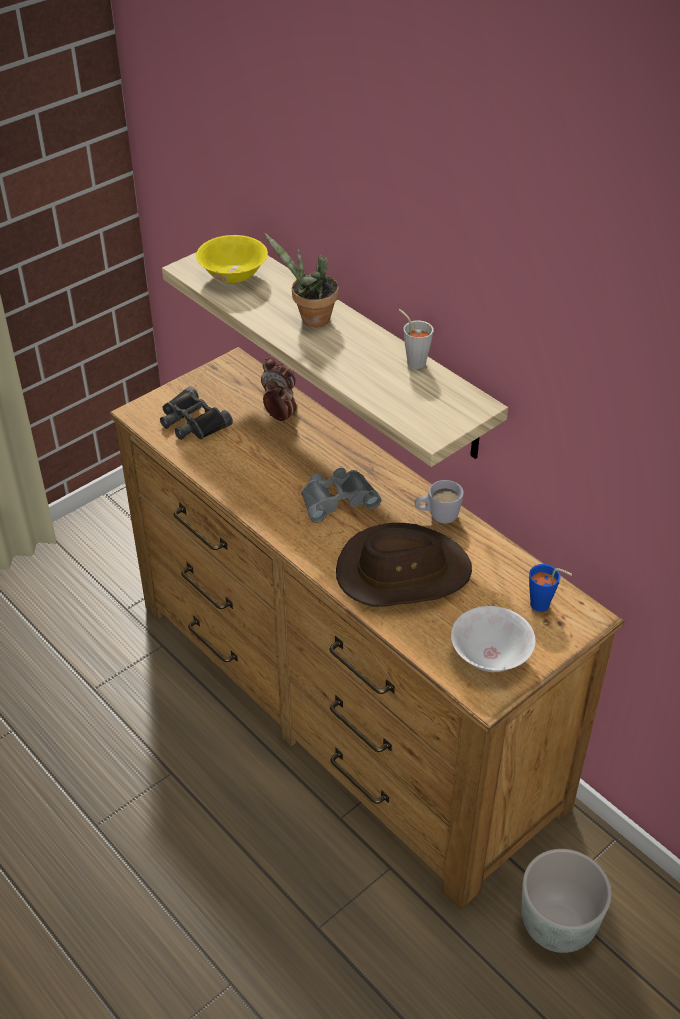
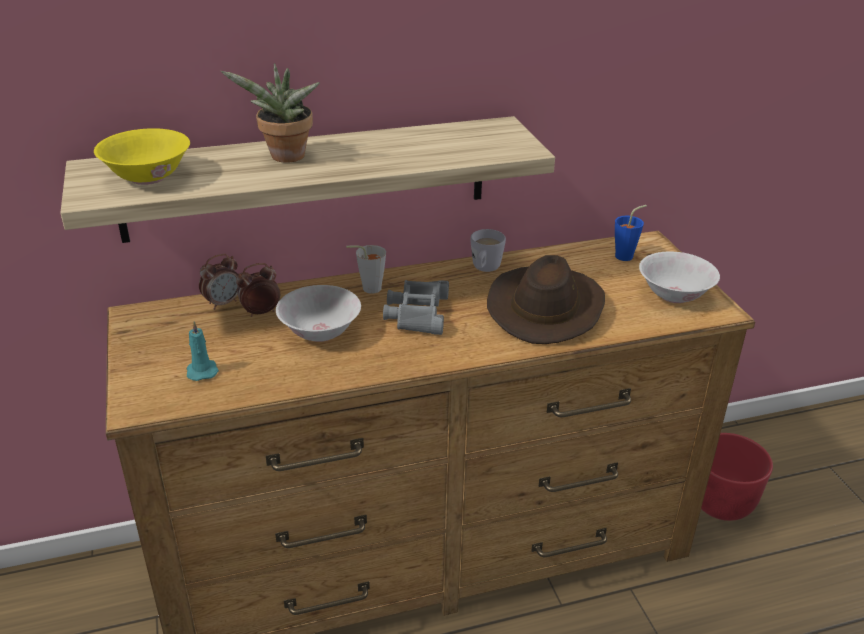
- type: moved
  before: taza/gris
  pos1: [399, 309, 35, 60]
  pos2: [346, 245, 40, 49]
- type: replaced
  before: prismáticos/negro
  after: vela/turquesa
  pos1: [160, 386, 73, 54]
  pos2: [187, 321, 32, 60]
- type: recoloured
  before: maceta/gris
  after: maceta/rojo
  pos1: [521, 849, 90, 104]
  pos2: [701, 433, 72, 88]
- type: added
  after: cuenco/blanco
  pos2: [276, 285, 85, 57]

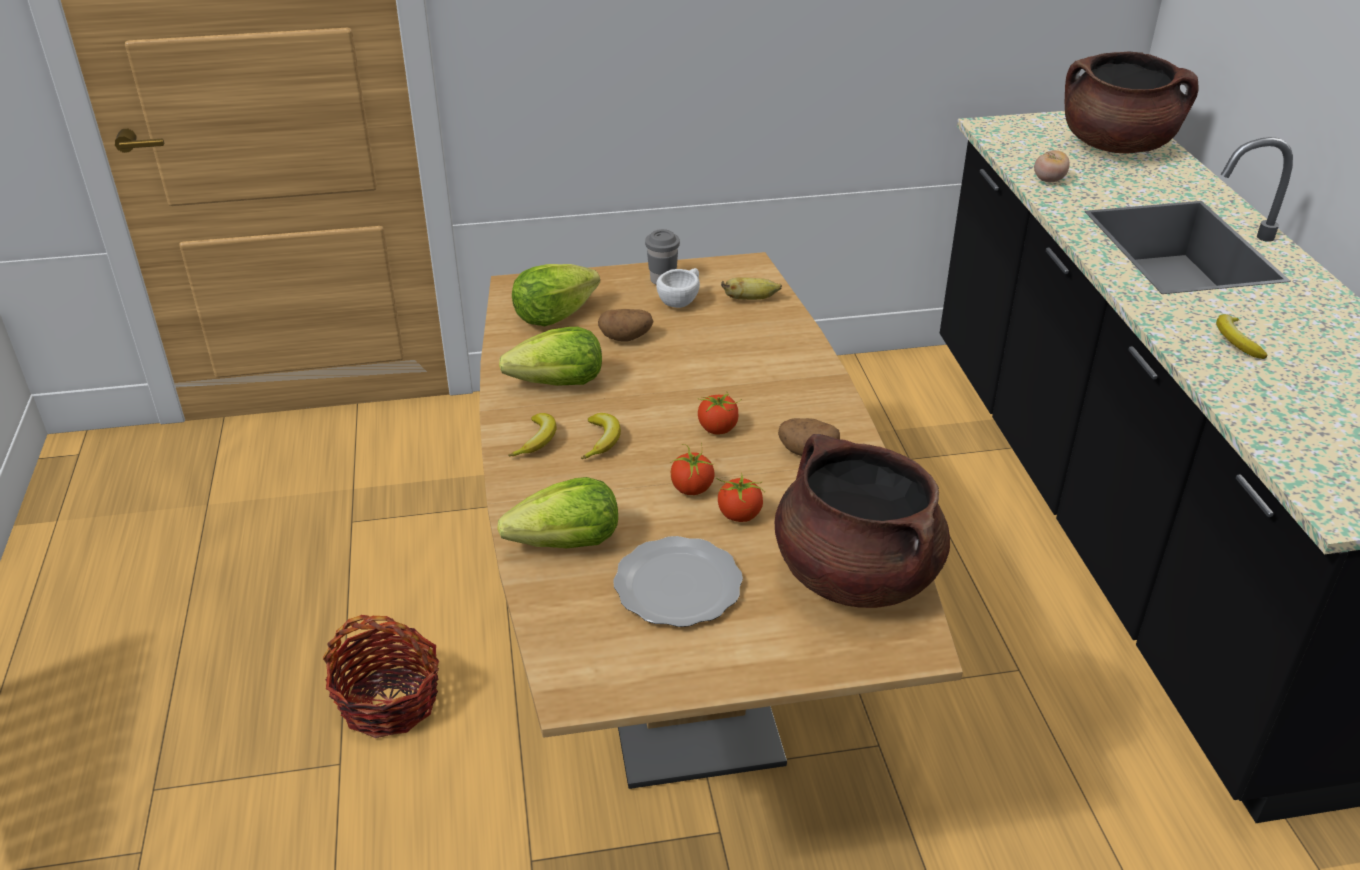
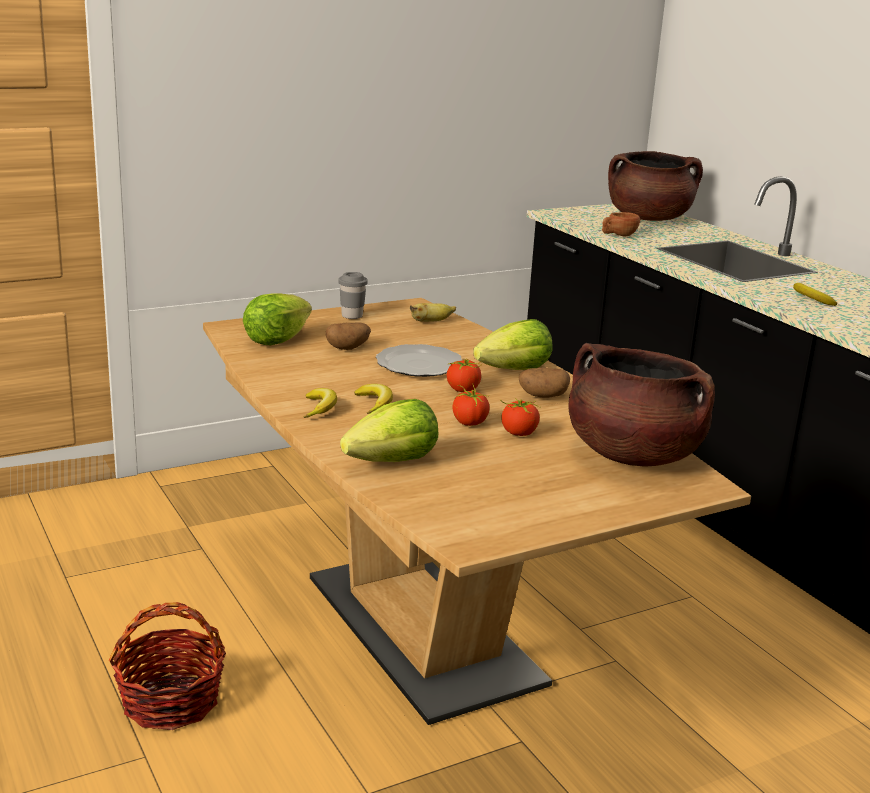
- type: replaced
  before: tomate
  after: taza/marrón
  pos1: [1034, 150, 36, 32]
  pos2: [602, 212, 38, 24]
- type: removed
  before: taza/blanco
  pos1: [656, 268, 44, 40]
- type: moved
  before: lechuga
  pos1: [499, 327, 103, 59]
  pos2: [473, 319, 79, 51]
- type: moved
  before: plato
  pos1: [613, 536, 130, 91]
  pos2: [376, 344, 86, 33]

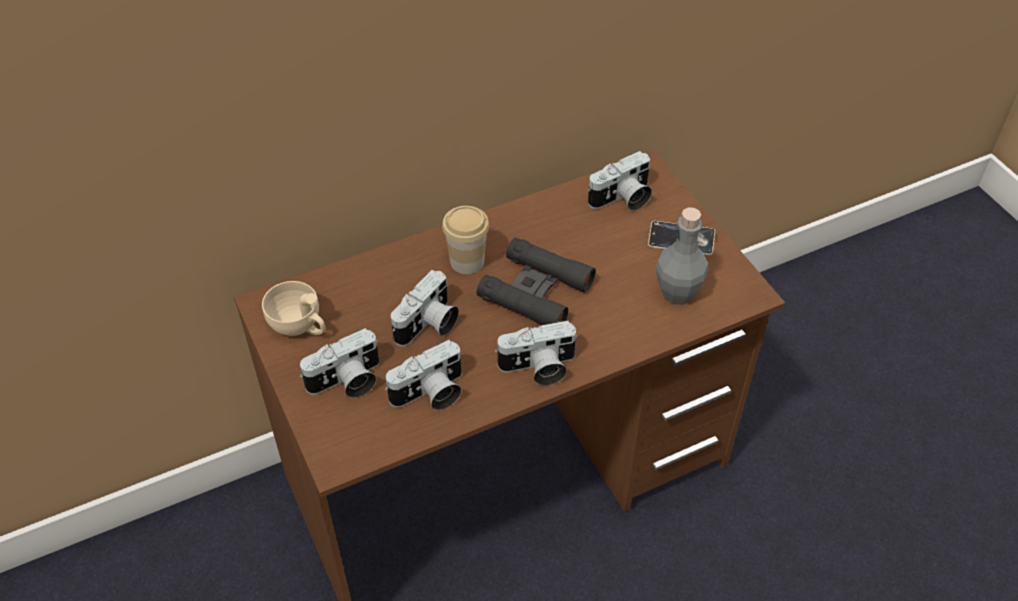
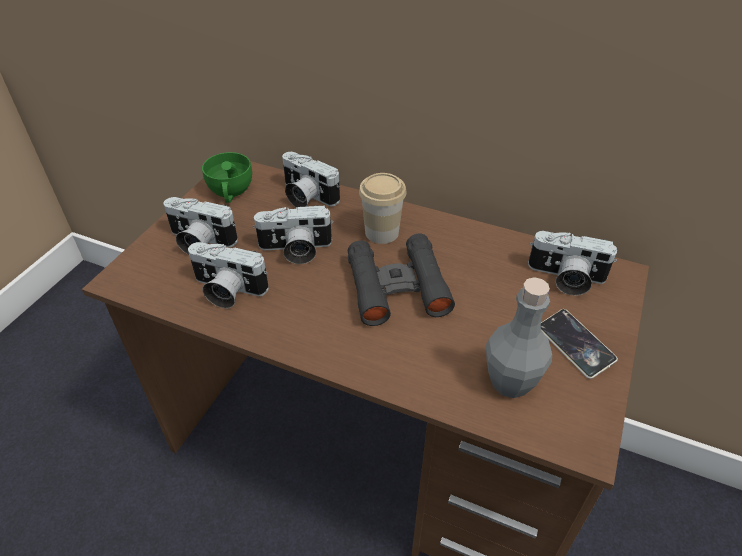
- type: recoloured
  before: taza/beis
  after: taza/verde
  pos1: [262, 281, 63, 55]
  pos2: [202, 152, 50, 51]
- type: moved
  before: cámara
  pos1: [495, 321, 83, 65]
  pos2: [282, 152, 58, 55]

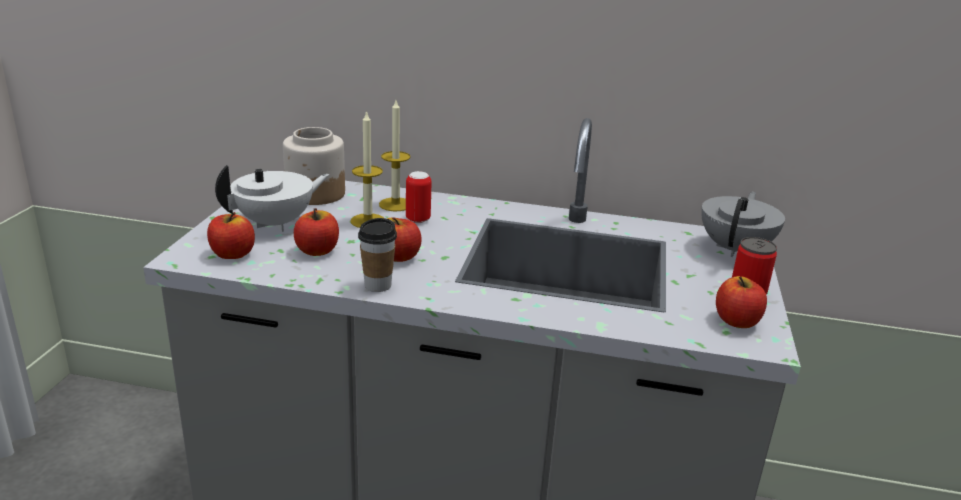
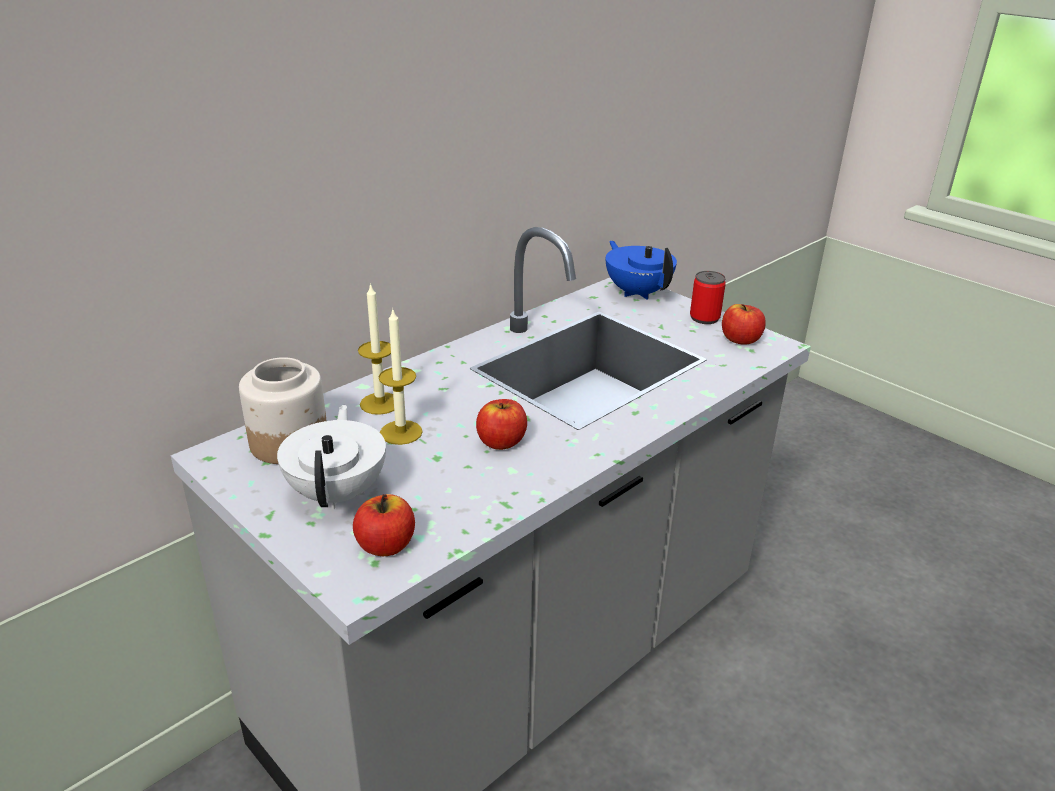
- type: removed
  before: lata
  pos1: [406, 171, 26, 52]
- type: recoloured
  before: tetera/gris
  after: tetera/azul
  pos1: [701, 192, 84, 65]
  pos2: [606, 241, 71, 59]
- type: removed
  before: manzana
  pos1: [294, 208, 45, 48]
- type: removed
  before: taza
  pos1: [358, 218, 39, 74]

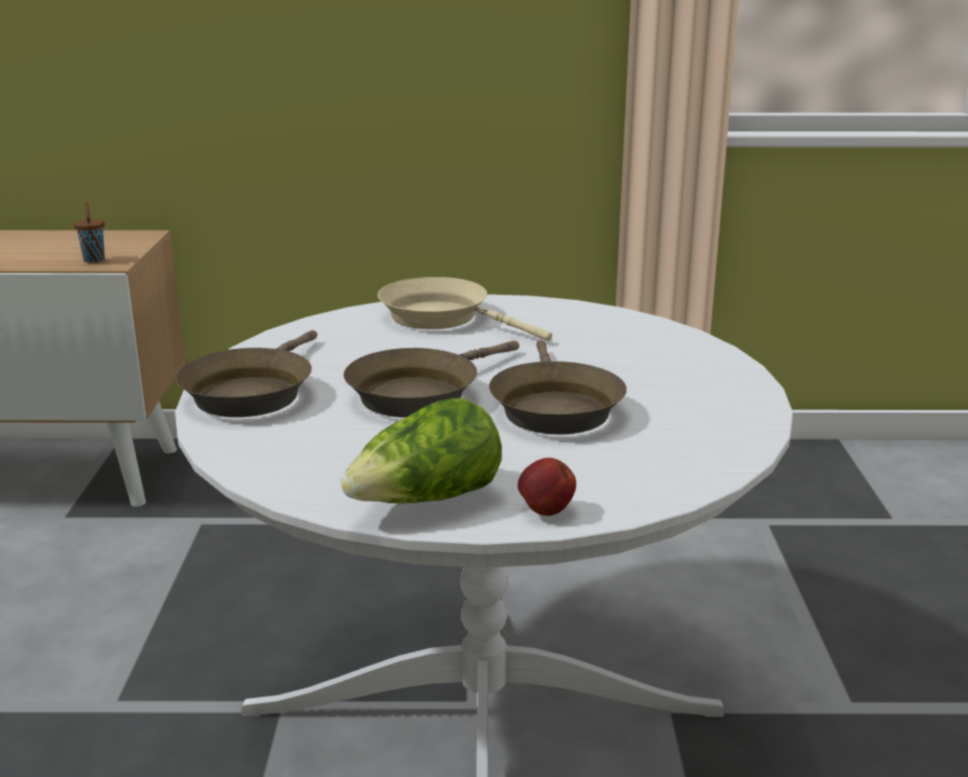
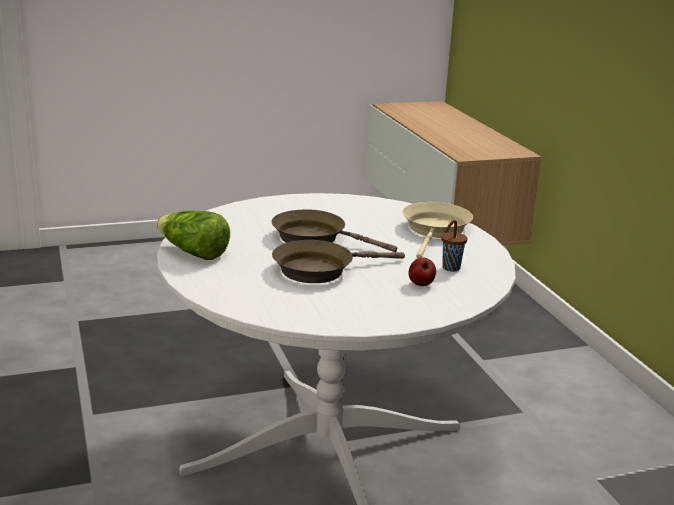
- type: moved
  before: taza/marrón
  pos1: [74, 202, 31, 61]
  pos2: [441, 220, 26, 52]
- type: removed
  before: sartén/marrón
  pos1: [176, 330, 141, 87]
- type: moved
  before: manzana
  pos1: [518, 458, 58, 58]
  pos2: [409, 258, 27, 28]

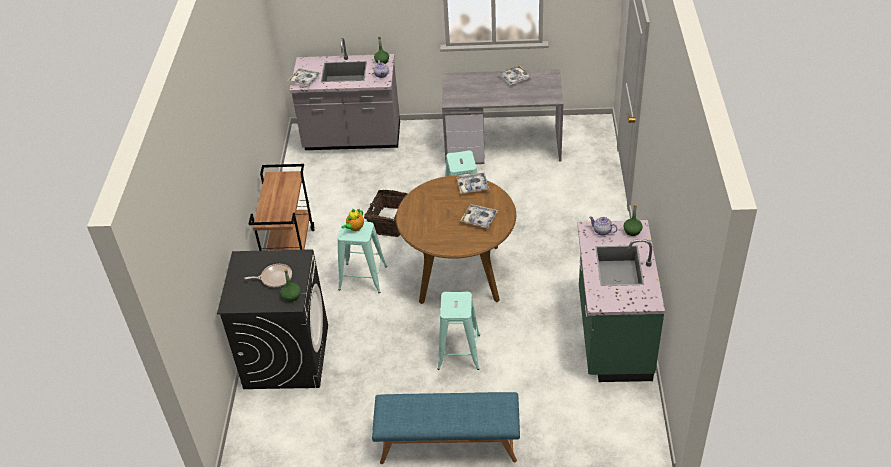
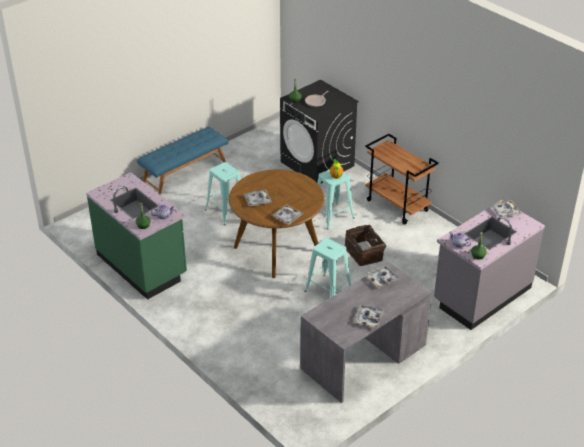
- type: added
  after: bandeja
  pos2: [365, 265, 35, 23]

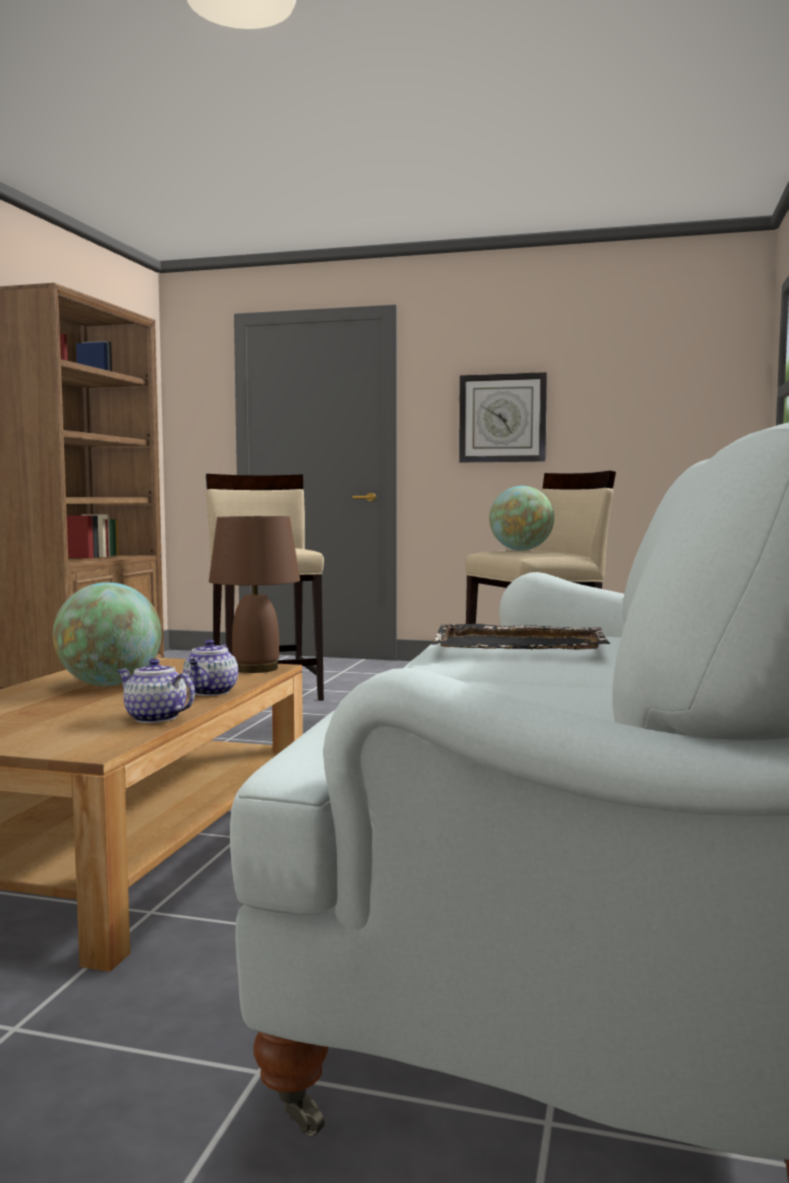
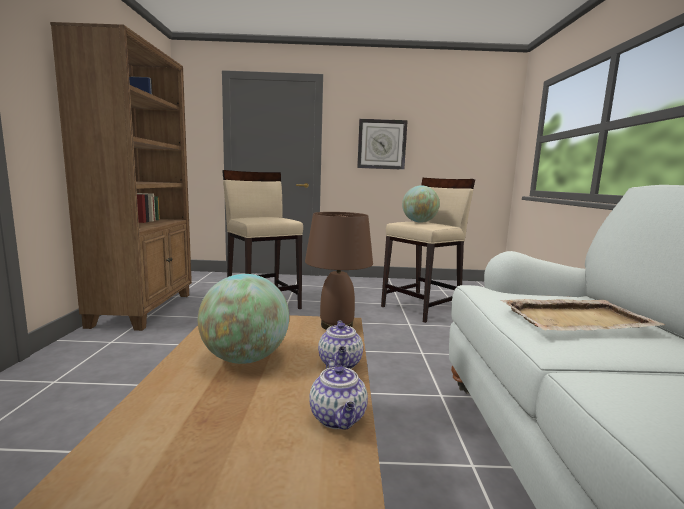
- type: recoloured
  before: bandeja/negro
  after: bandeja/beis
  pos1: [431, 624, 179, 26]
  pos2: [501, 299, 164, 32]
- type: turned
  before: tetera
  pos1: [117, 658, 78, 65]
  pos2: [309, 359, 59, 71]
  turn: -120

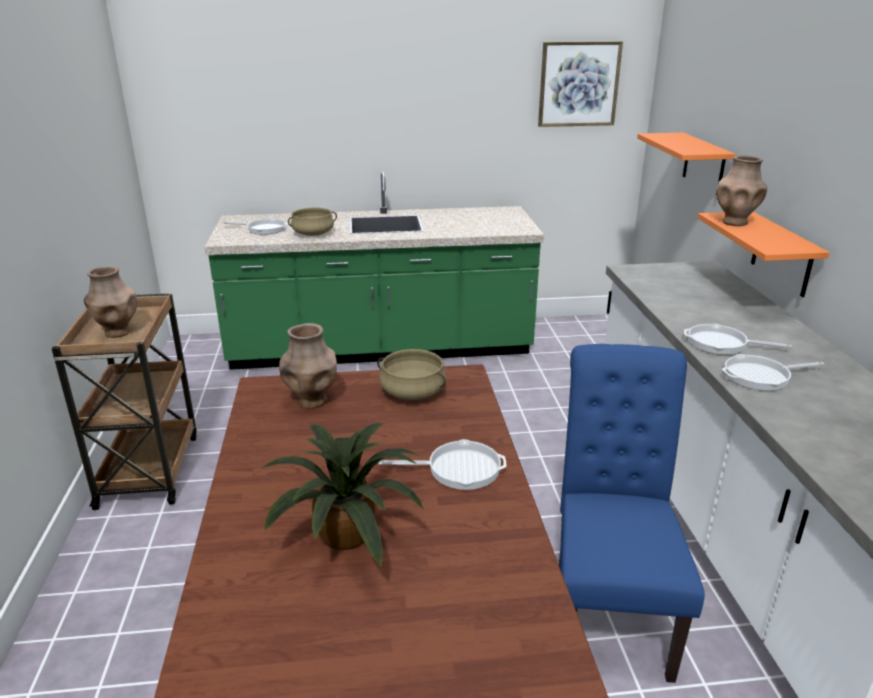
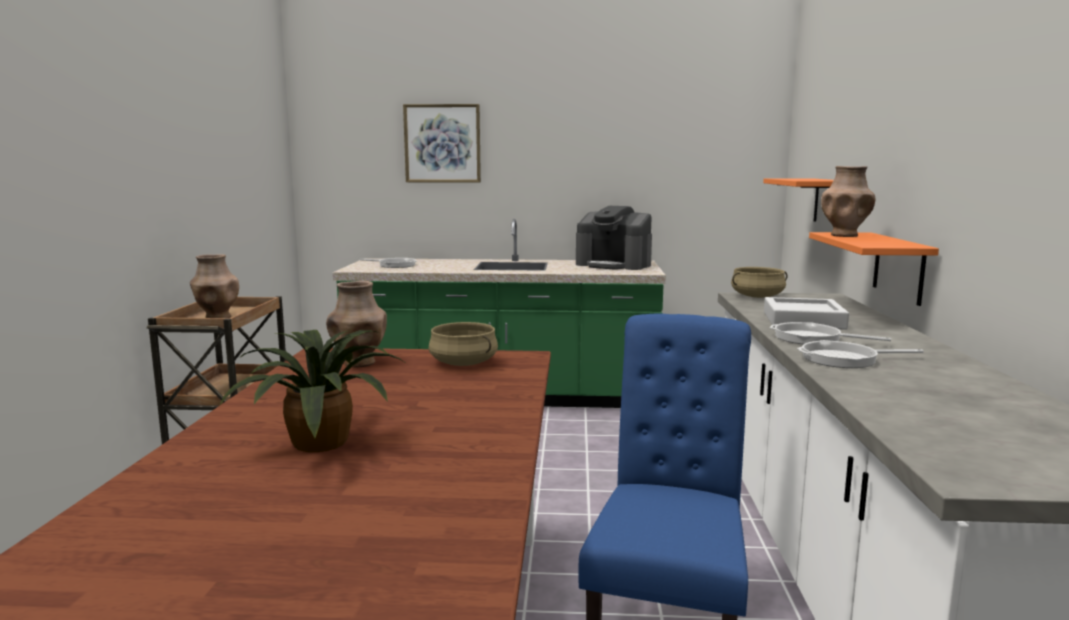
- type: moved
  before: cuadro
  pos1: [538, 41, 85, 86]
  pos2: [403, 104, 78, 78]
- type: moved
  before: olla/beis
  pos1: [288, 208, 49, 28]
  pos2: [731, 267, 57, 31]
- type: removed
  before: sartén
  pos1: [378, 439, 128, 51]
- type: added
  after: cafetera
  pos2: [576, 206, 76, 64]
- type: added
  after: bandeja/gris
  pos2: [764, 297, 85, 33]

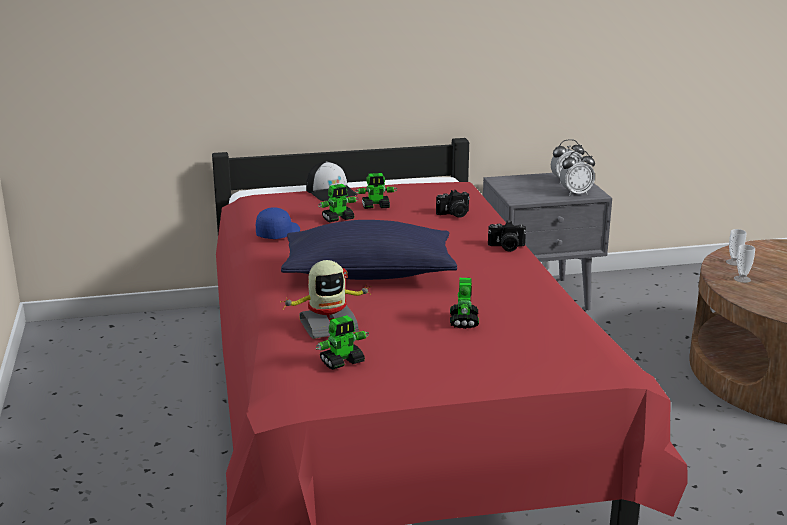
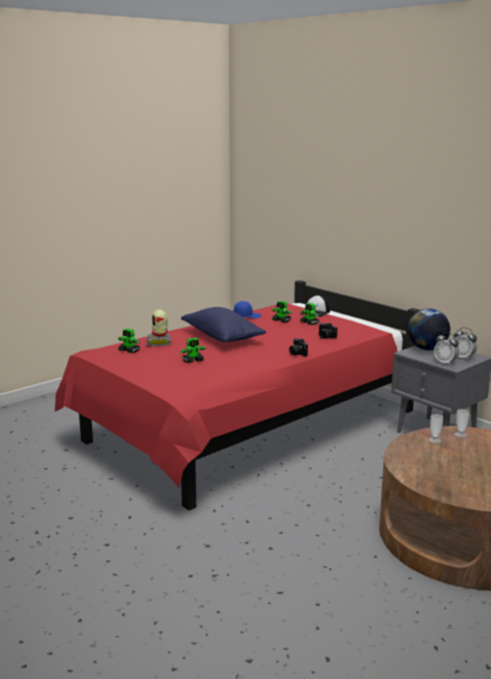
- type: turned
  before: robot de juguete
  pos1: [281, 260, 91, 79]
  pos2: [146, 310, 25, 36]
  turn: 45
- type: added
  after: globo terráqueo
  pos2: [408, 308, 42, 42]

